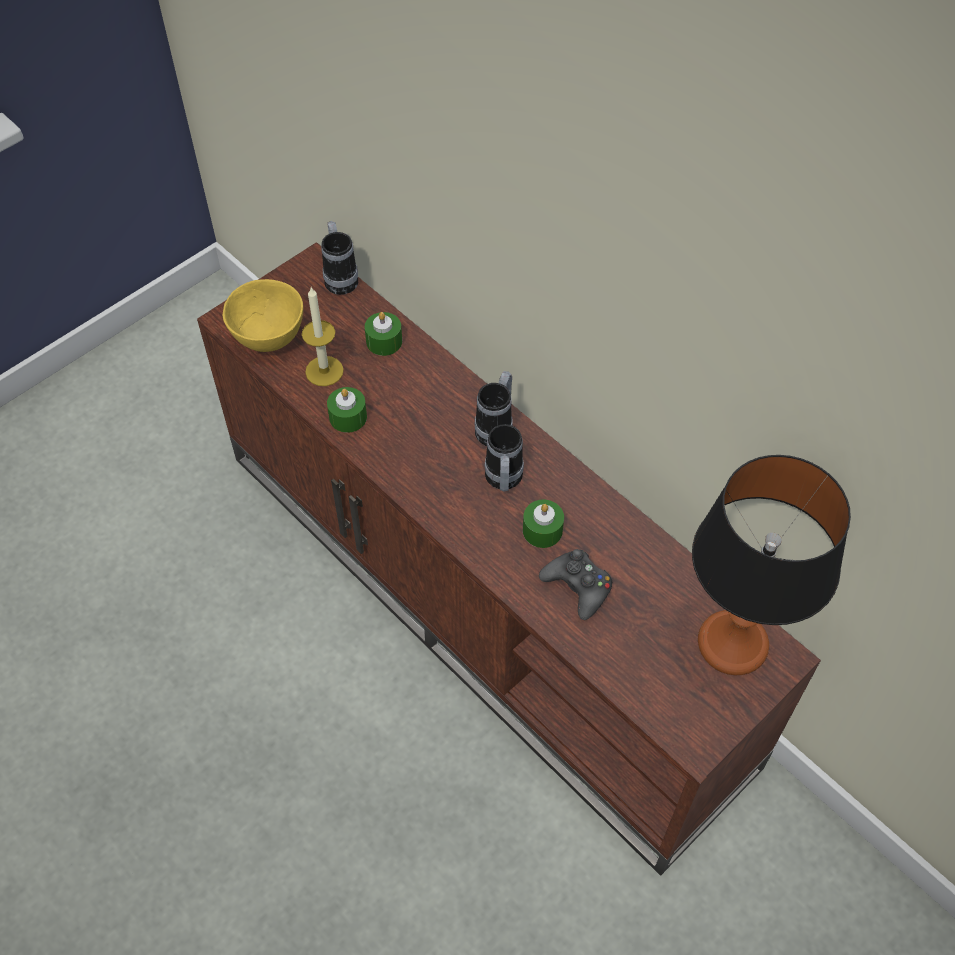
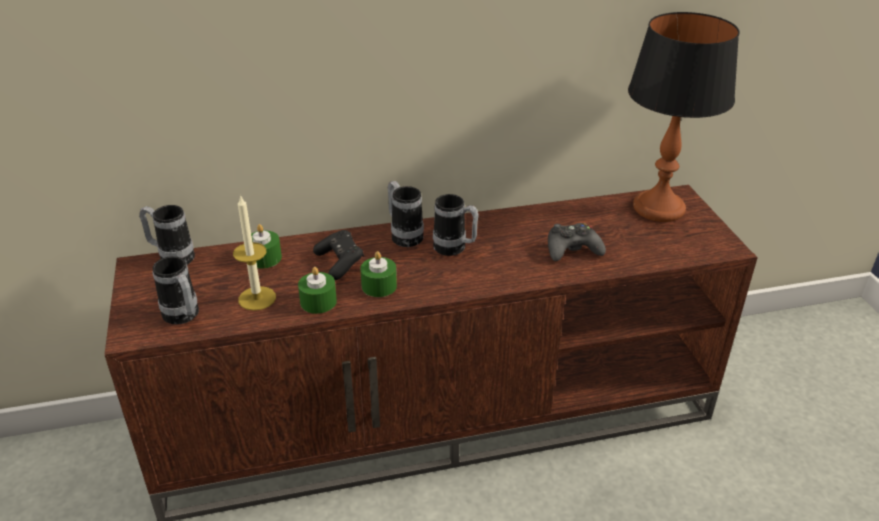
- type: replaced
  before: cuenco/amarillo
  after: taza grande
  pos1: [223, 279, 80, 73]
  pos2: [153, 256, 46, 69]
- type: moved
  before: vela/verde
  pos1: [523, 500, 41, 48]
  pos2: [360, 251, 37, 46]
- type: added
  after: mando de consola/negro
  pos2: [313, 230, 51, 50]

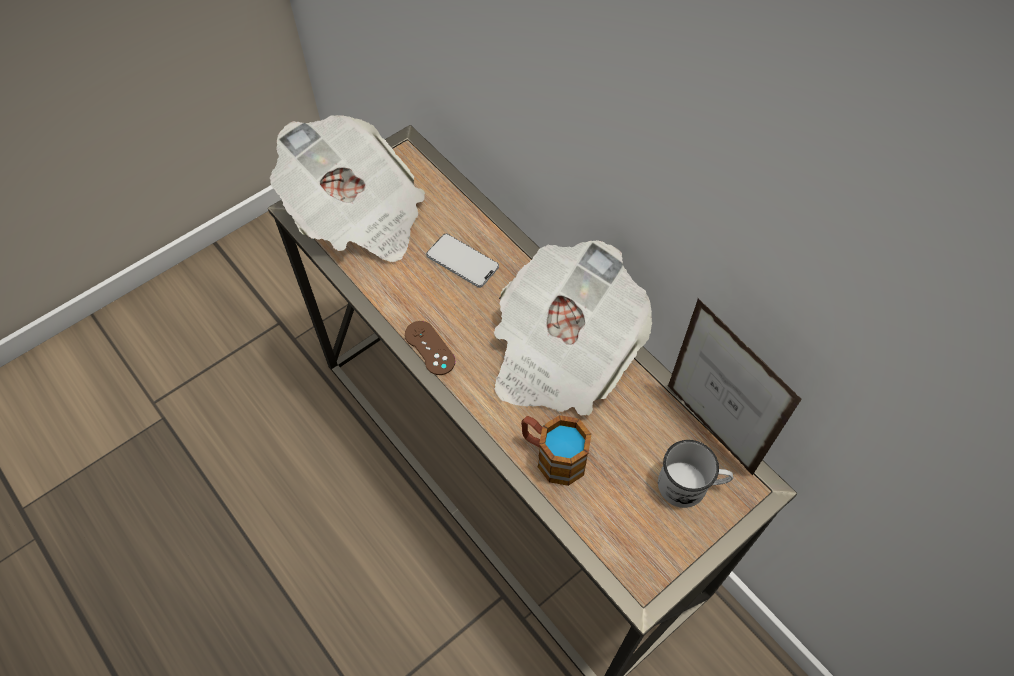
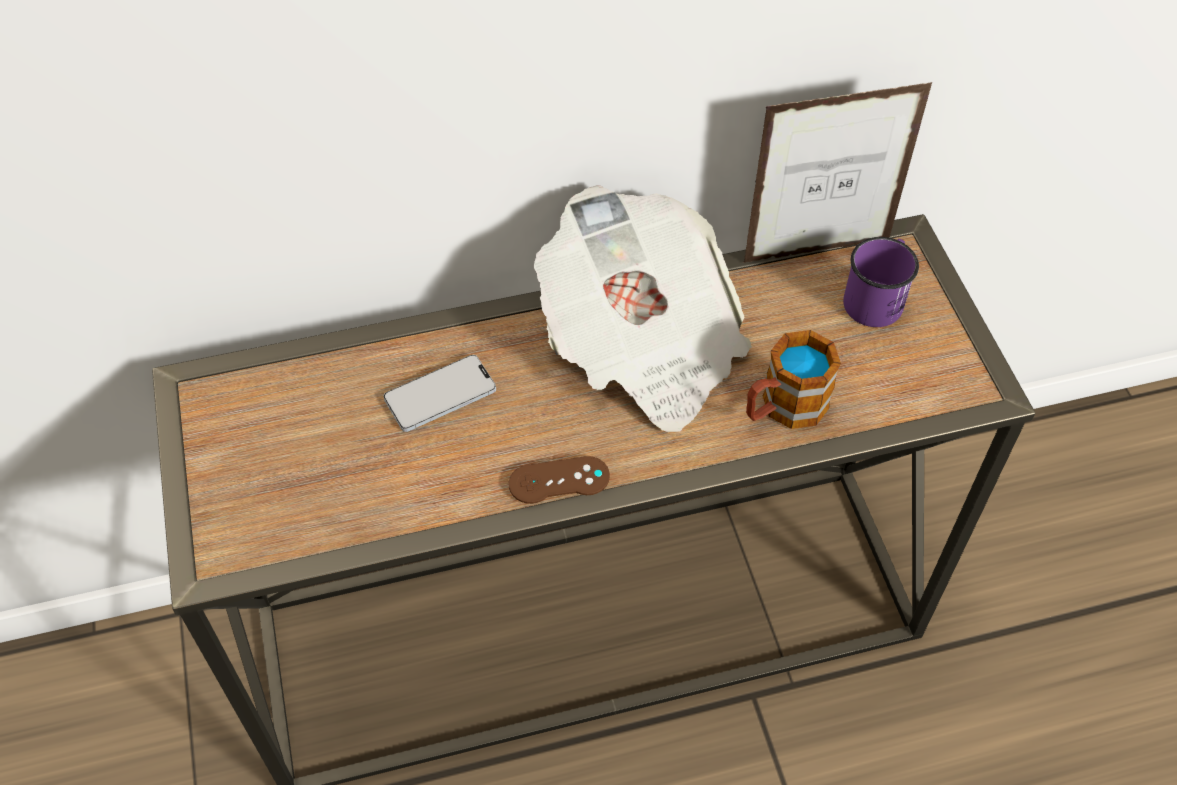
- type: removed
  before: periódico
  pos1: [270, 115, 155, 147]
- type: recoloured
  before: taza grande/blanco
  after: taza grande/morado
  pos1: [658, 440, 75, 68]
  pos2: [843, 237, 76, 90]

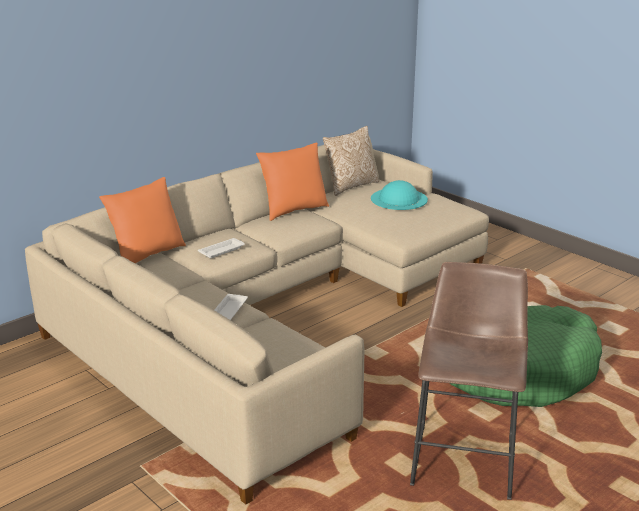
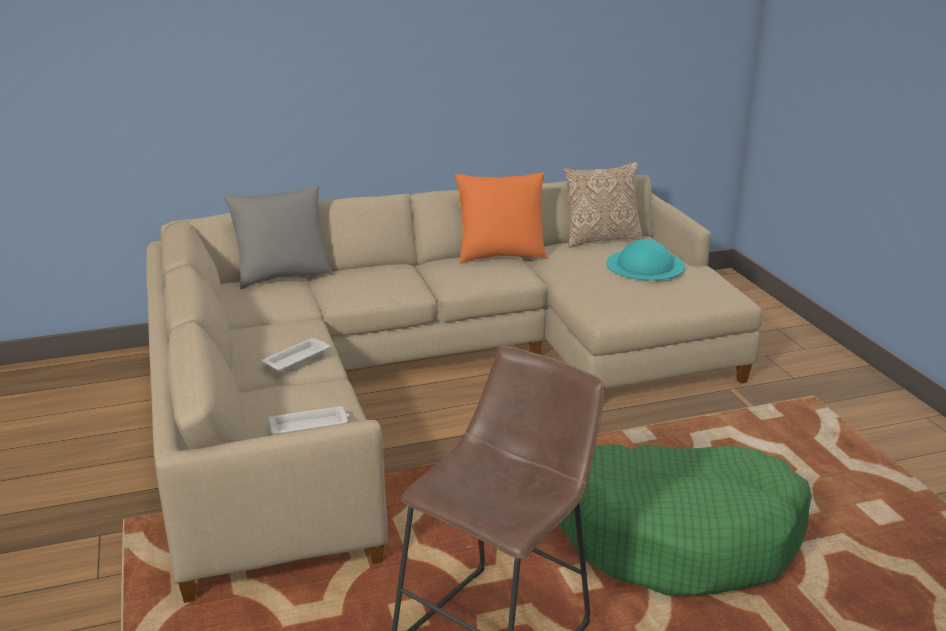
- type: recoloured
  before: cojín/naranja
  after: cojín/gris
  pos1: [99, 177, 87, 86]
  pos2: [223, 185, 110, 104]
- type: moved
  before: bandeja/blanco
  pos1: [198, 238, 47, 20]
  pos2: [268, 406, 81, 29]

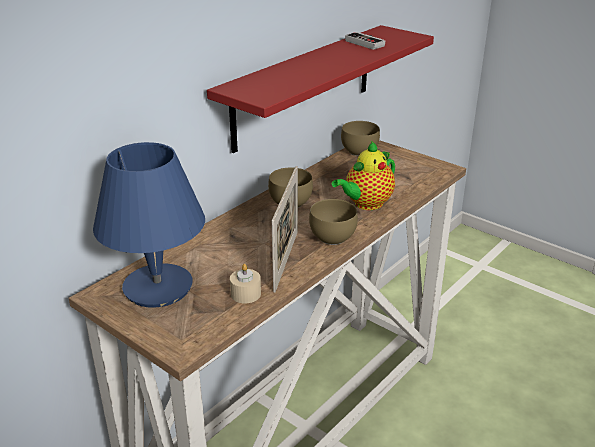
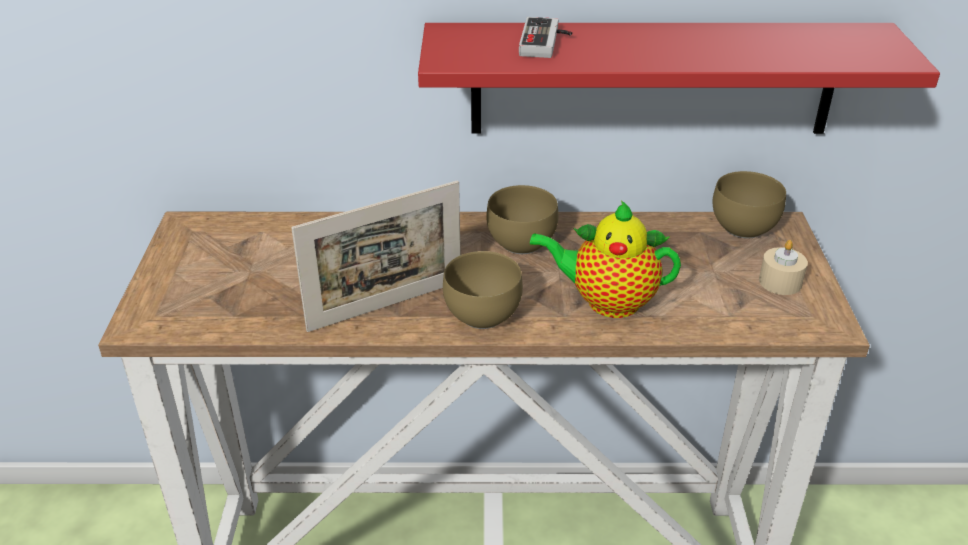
- type: moved
  before: mando de consola
  pos1: [345, 32, 40, 18]
  pos2: [519, 17, 53, 41]
- type: removed
  before: lámpara de mesa/azul
  pos1: [93, 142, 112, 166]
- type: moved
  before: vela/beis
  pos1: [230, 264, 31, 39]
  pos2: [759, 240, 49, 55]

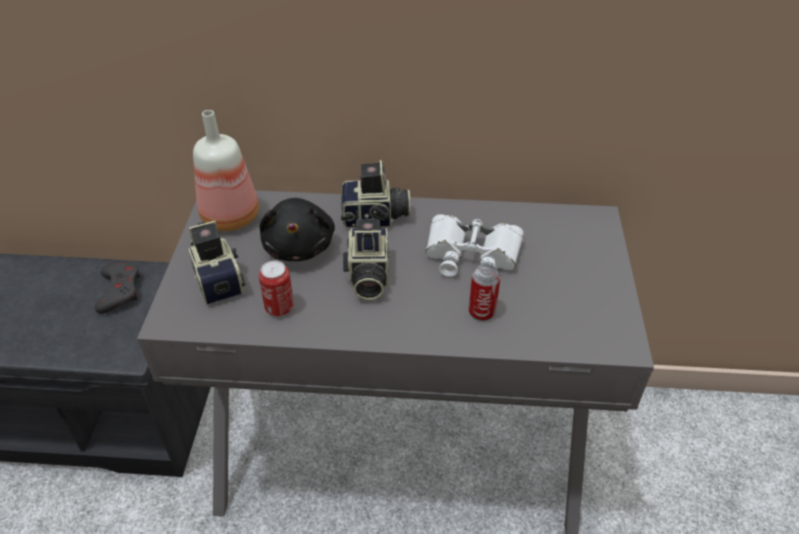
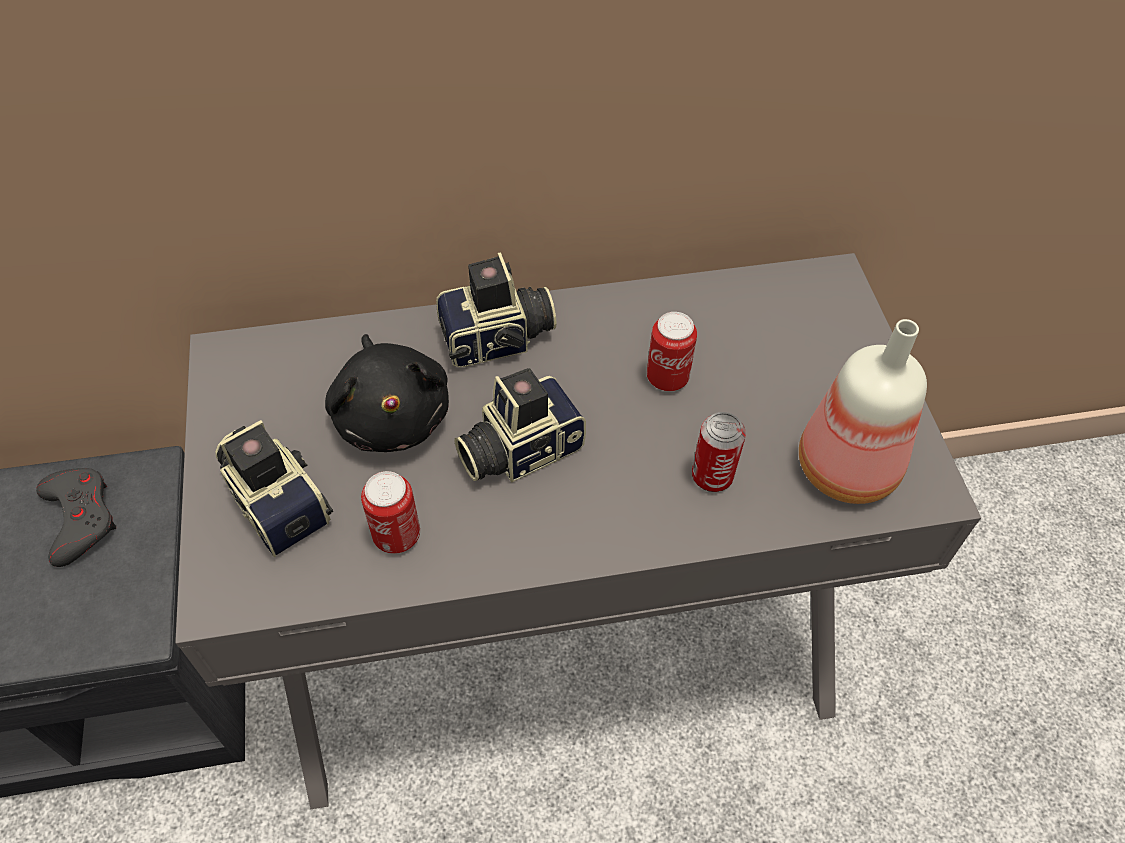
- type: moved
  before: botella
  pos1: [193, 110, 66, 121]
  pos2: [799, 319, 128, 185]
- type: replaced
  before: prismáticos/blanco
  after: lata
  pos1: [426, 214, 98, 63]
  pos2: [647, 312, 50, 79]
- type: turned
  before: cámara
  pos1: [343, 219, 47, 81]
  pos2: [455, 368, 131, 114]
  turn: 75

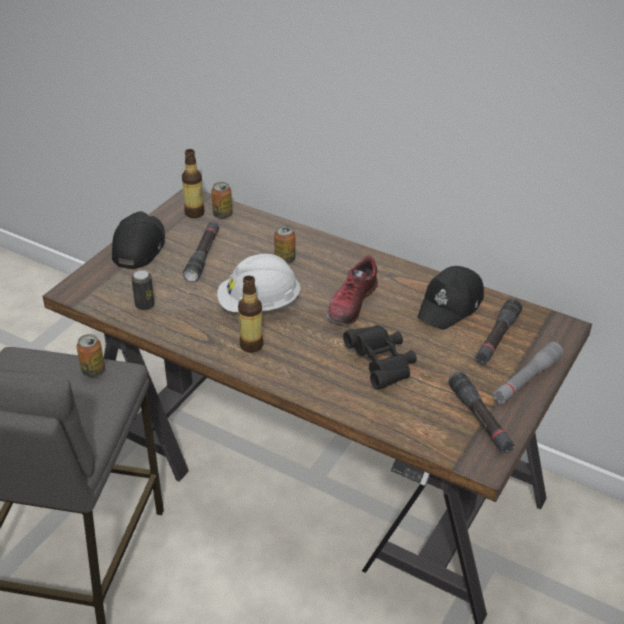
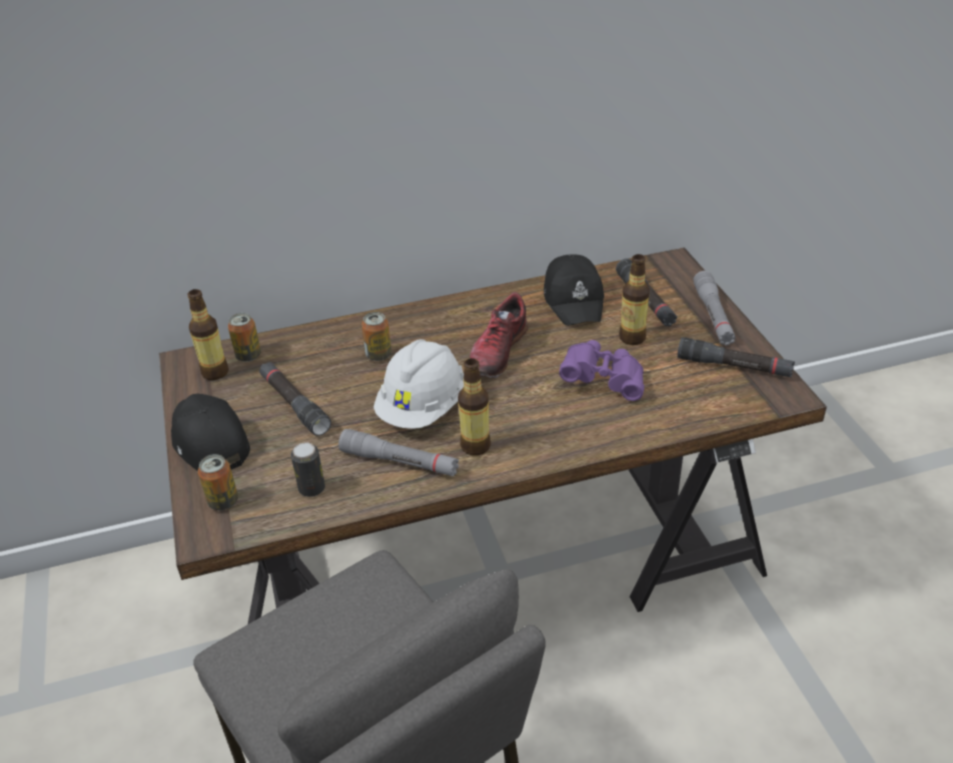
- type: turned
  before: zapato
  pos1: [326, 255, 52, 71]
  pos2: [470, 292, 59, 86]
  turn: 45
- type: recoloured
  before: prismáticos/negro
  after: prismáticos/morado
  pos1: [343, 325, 74, 64]
  pos2: [559, 340, 85, 61]
- type: moved
  before: lata
  pos1: [77, 334, 28, 43]
  pos2: [198, 454, 40, 56]
- type: added
  after: botella
  pos2: [619, 254, 31, 91]
- type: added
  after: linterna/gris
  pos2: [338, 429, 121, 47]

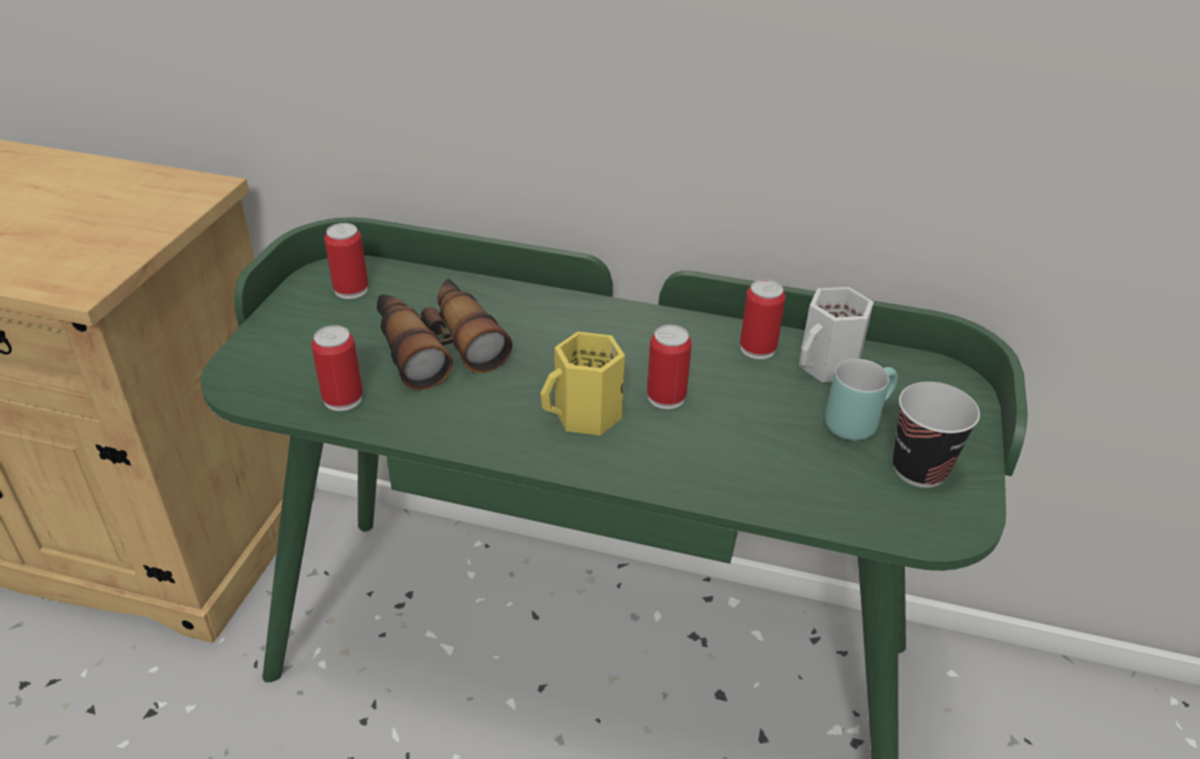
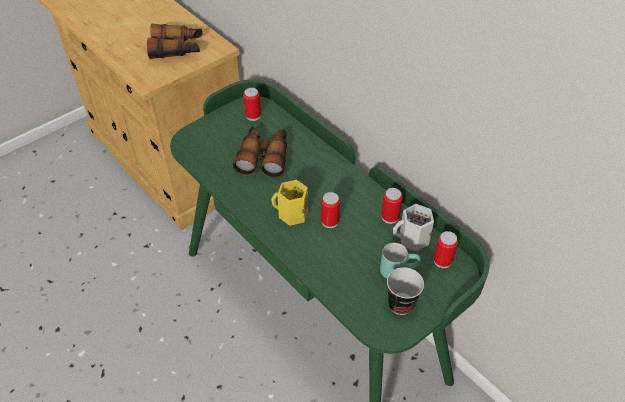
- type: moved
  before: lata
  pos1: [312, 325, 51, 86]
  pos2: [434, 231, 24, 37]
- type: added
  after: prismáticos
  pos2: [147, 24, 56, 35]

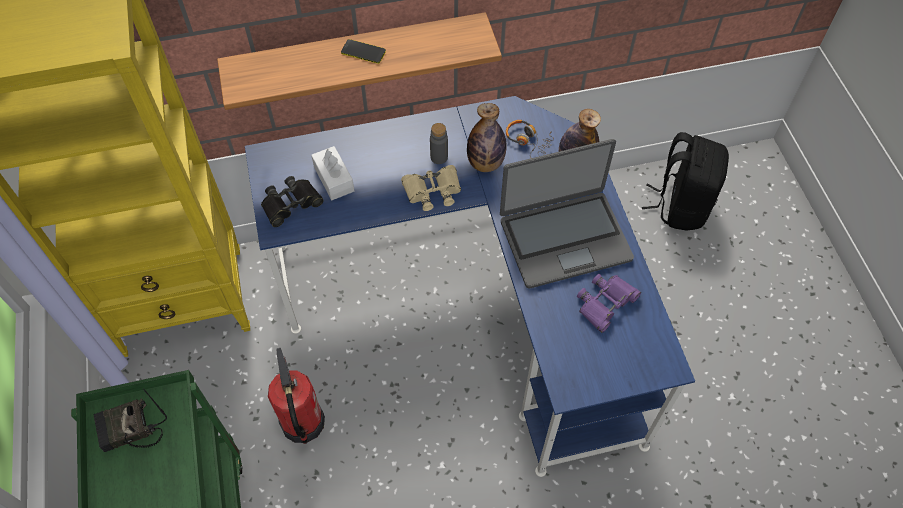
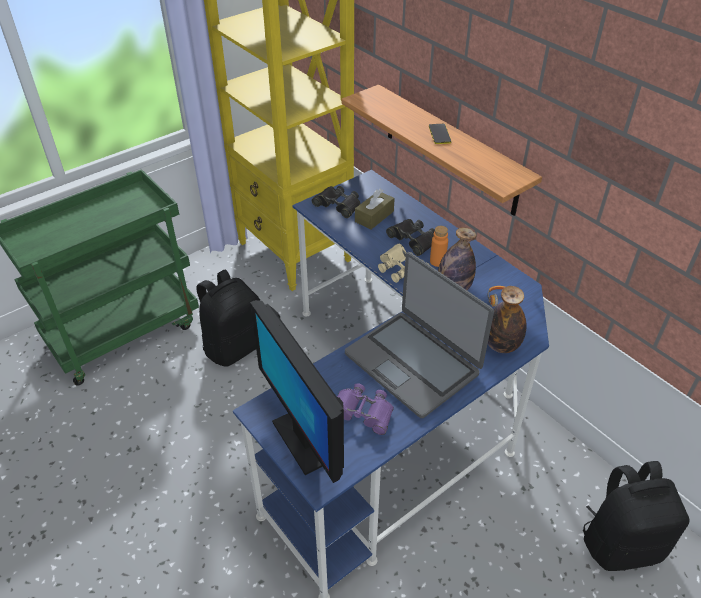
- type: recoloured
  before: botella/gris
  after: botella/naranja
  pos1: [430, 123, 18, 41]
  pos2: [430, 226, 18, 41]
- type: recoloured
  before: caja de pañuelos/blanco
  after: caja de pañuelos/marrón
  pos1: [311, 146, 43, 54]
  pos2: [355, 189, 40, 41]
- type: replaced
  before: extintor
  after: mochila/negro
  pos1: [268, 348, 57, 96]
  pos2: [197, 269, 63, 98]
- type: removed
  before: radio
  pos1: [93, 388, 74, 64]
- type: added
  after: prismáticos/negro
  pos2: [386, 219, 49, 37]
- type: added
  after: monitor
  pos2: [250, 300, 94, 183]

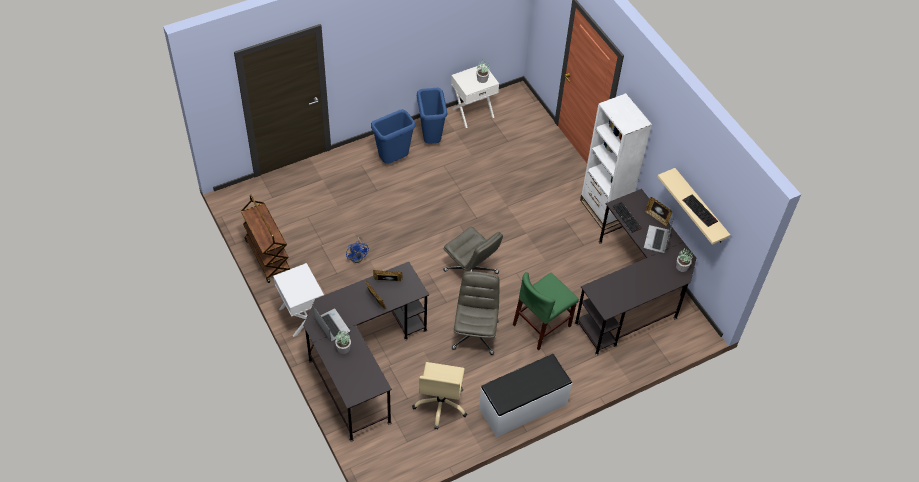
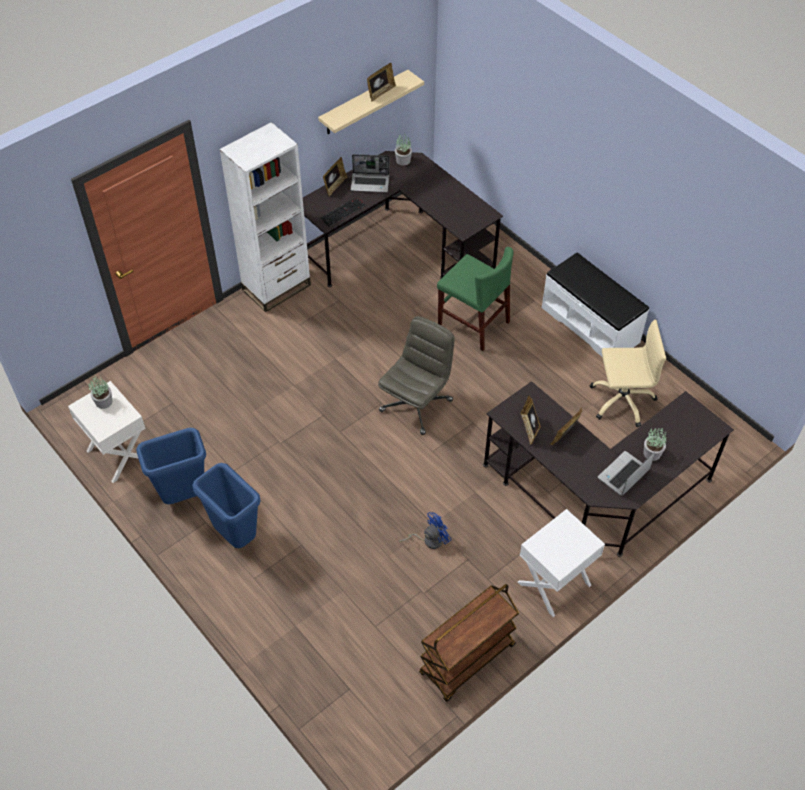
- type: replaced
  before: teclado
  after: portarretratos
  pos1: [682, 195, 36, 32]
  pos2: [367, 63, 29, 38]
- type: removed
  before: silla de oficina/gris
  pos1: [452, 271, 48, 84]

